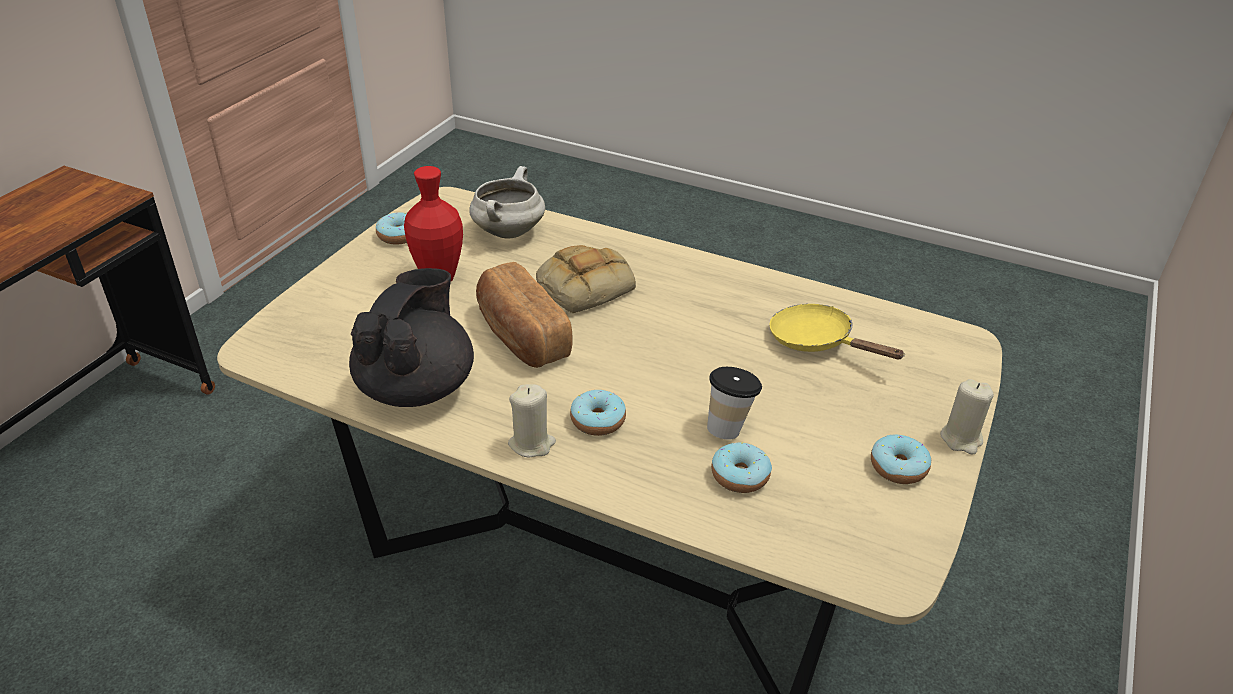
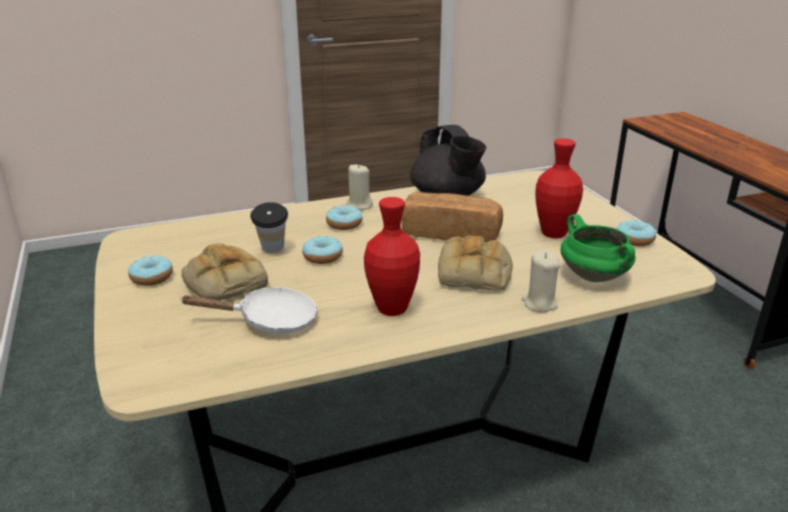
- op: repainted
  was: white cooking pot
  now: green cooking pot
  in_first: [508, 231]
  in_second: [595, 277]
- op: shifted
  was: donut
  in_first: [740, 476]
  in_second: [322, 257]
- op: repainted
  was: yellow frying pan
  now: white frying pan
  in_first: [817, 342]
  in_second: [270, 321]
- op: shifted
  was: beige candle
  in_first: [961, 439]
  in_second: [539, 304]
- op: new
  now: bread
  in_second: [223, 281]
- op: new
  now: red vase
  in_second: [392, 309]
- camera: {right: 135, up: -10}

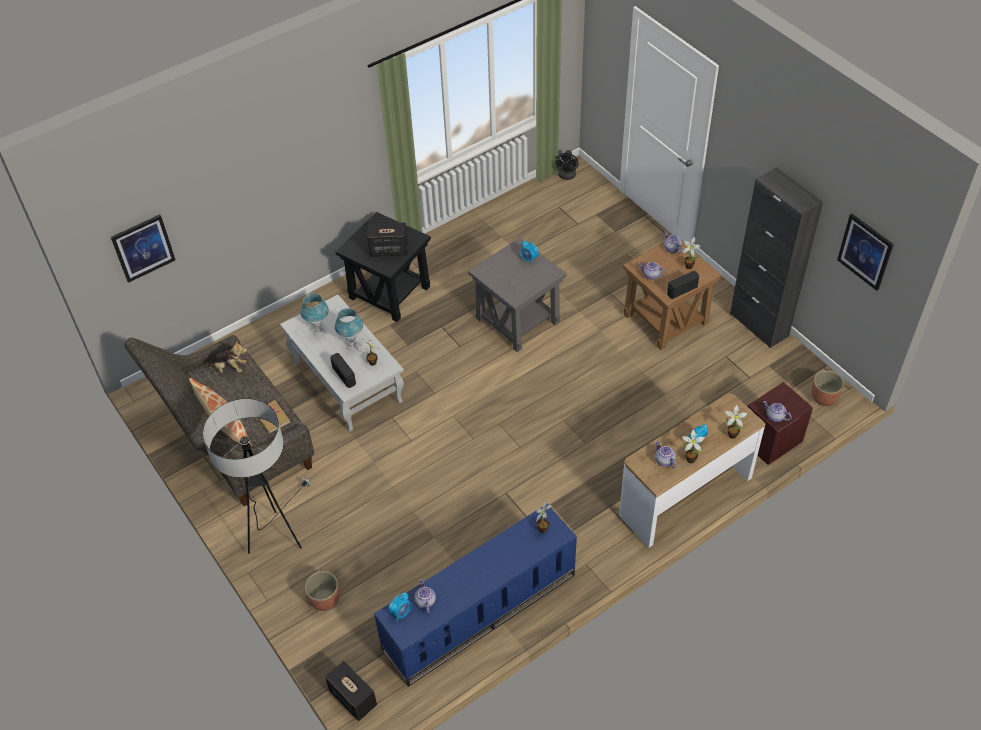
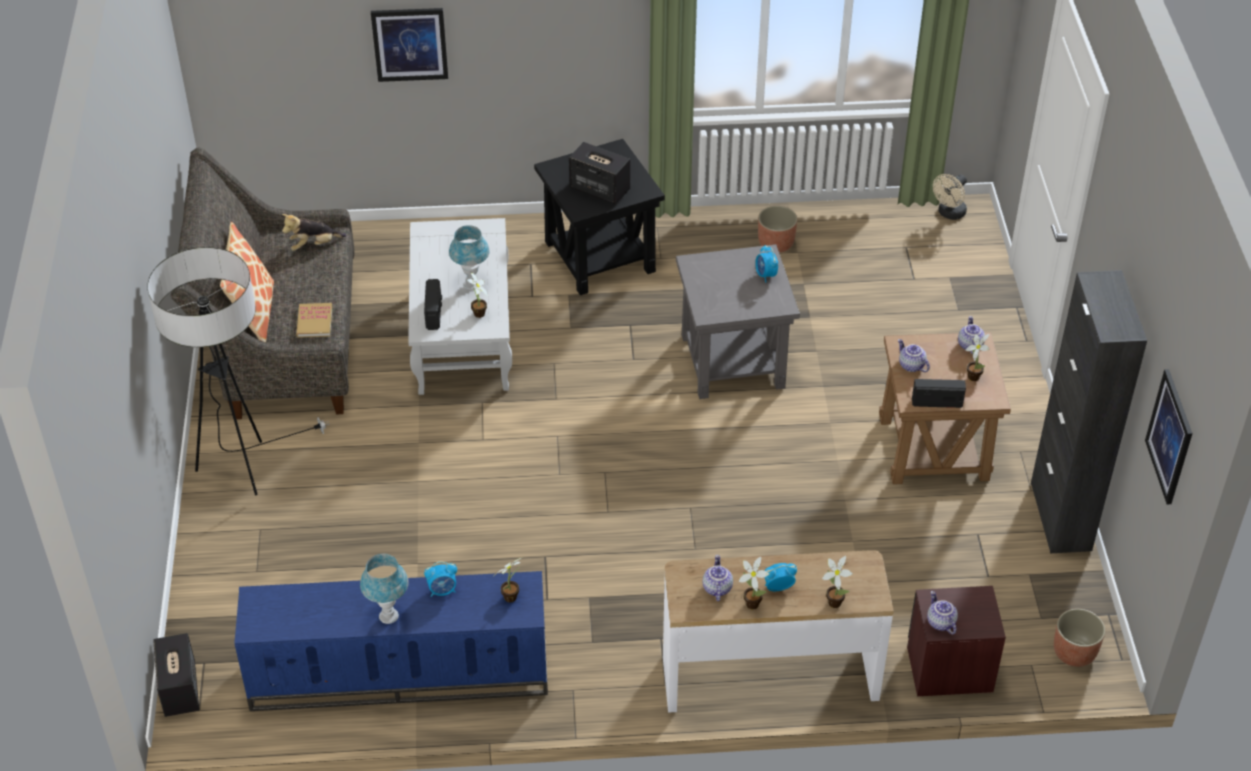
- op: shifted
  was: picture
  in_first: [143, 248]
  in_second: [410, 44]
- op: rotated
  was: plush toy
  in_first: [229, 368]
  in_second: [313, 245]
  clockwise: 120
- op: shifted
  was: blue table lamp
  in_first: [318, 331]
  in_second: [388, 616]
- op: shifted
  was: planter
  in_first: [324, 599]
  in_second: [775, 244]
- op: shifted
  was: alarm clock
  in_first: [401, 612]
  in_second: [442, 590]
- op: gone
  was: teapot
  in_first: [425, 601]
- op: repainted
  was: black fan
  now: beige fan
  in_first: [566, 176]
  in_second: [949, 214]
- camera: {right: 30, up: -5}

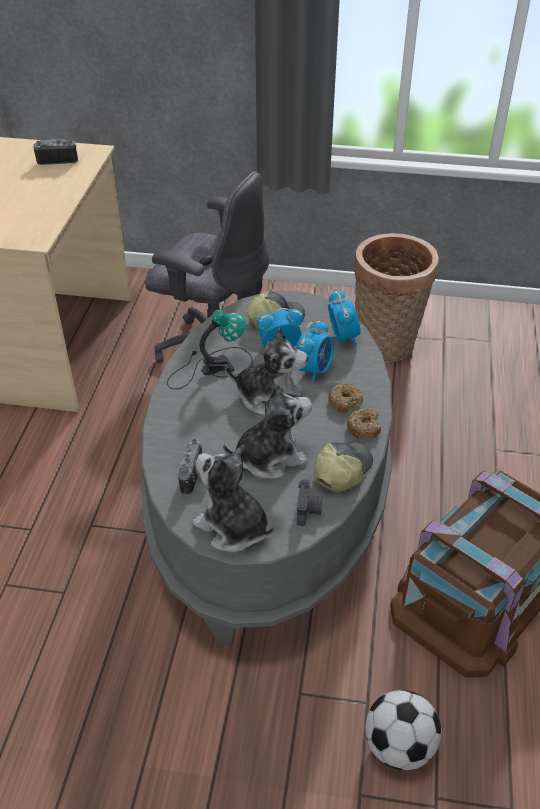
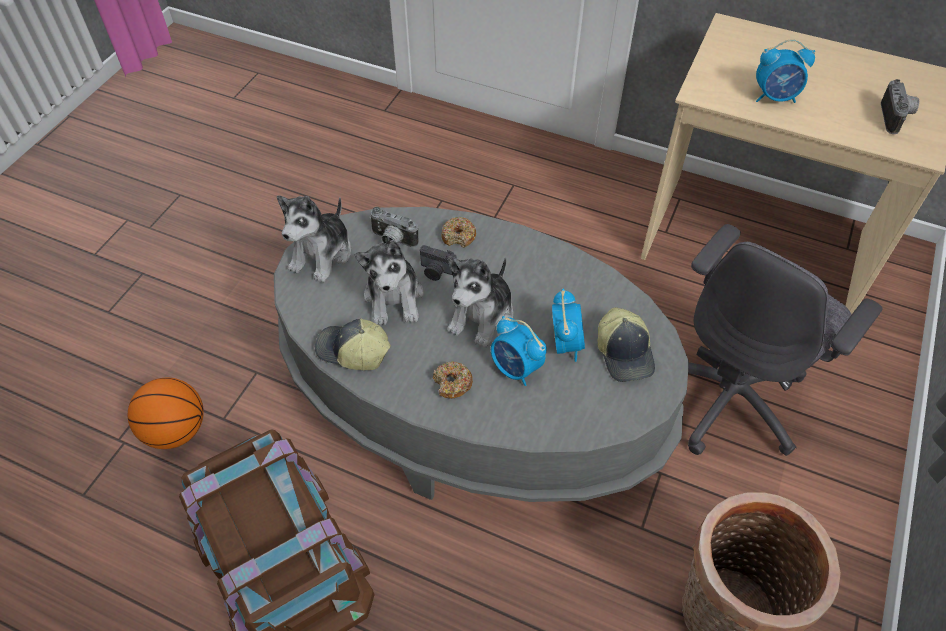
- op: gone
  was: table lamp
  in_first: [211, 367]
- op: rotated
  was: plush toy
  in_first: [232, 527]
  in_second: [322, 254]
  clockwise: 150
- op: shifted
  was: photo camera
  in_first: [308, 510]
  in_second: [436, 271]
- op: rotated
  was: cap
  in_first: [341, 470]
  in_second: [352, 351]
  clockwise: 150
- op: shifted
  was: alarm clock
  in_first: [342, 337]
  in_second: [775, 97]
- op: shifted
  was: donut
  in_first: [363, 428]
  in_second: [459, 236]
- op: swapped
  was: football
  now: basketball
  in_first: [399, 746]
  in_second: [176, 430]
- camera: {right: 105, up: 10}

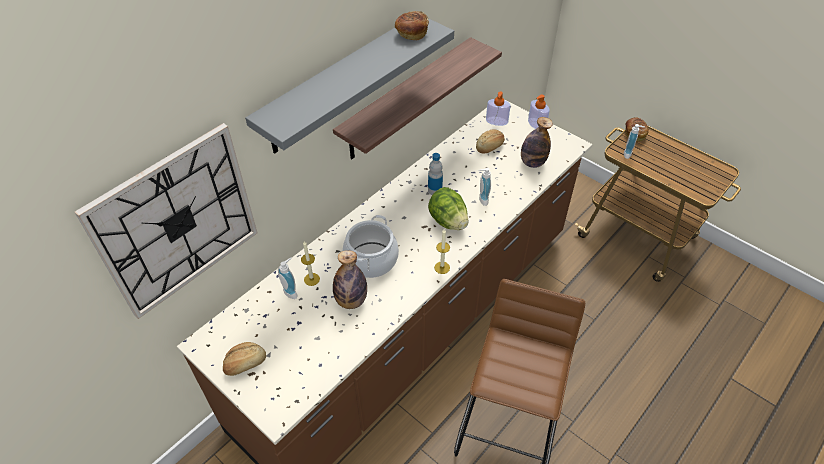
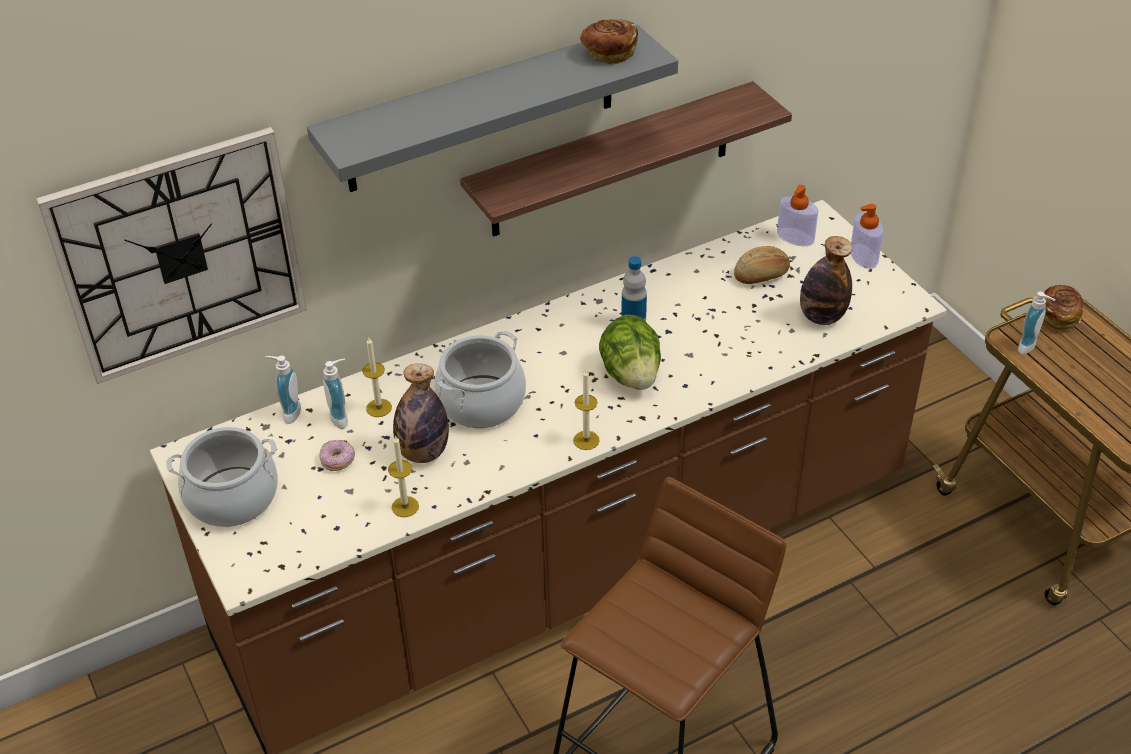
- op: swapped
  was: bread
  now: cooking pot
  in_first: [245, 363]
  in_second: [232, 497]
- op: shifted
  was: soap dispenser
  in_first: [481, 200]
  in_second: [288, 413]
- op: new
  now: donut
  in_second: [338, 461]
- op: new
  now: candle
  in_second: [405, 506]
- camera: {right: 20, up: -5}

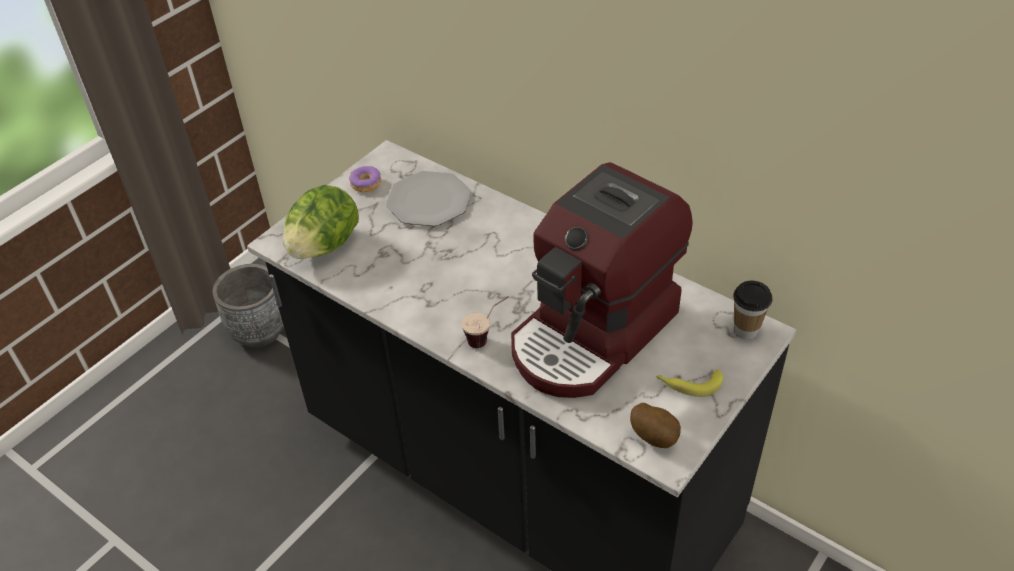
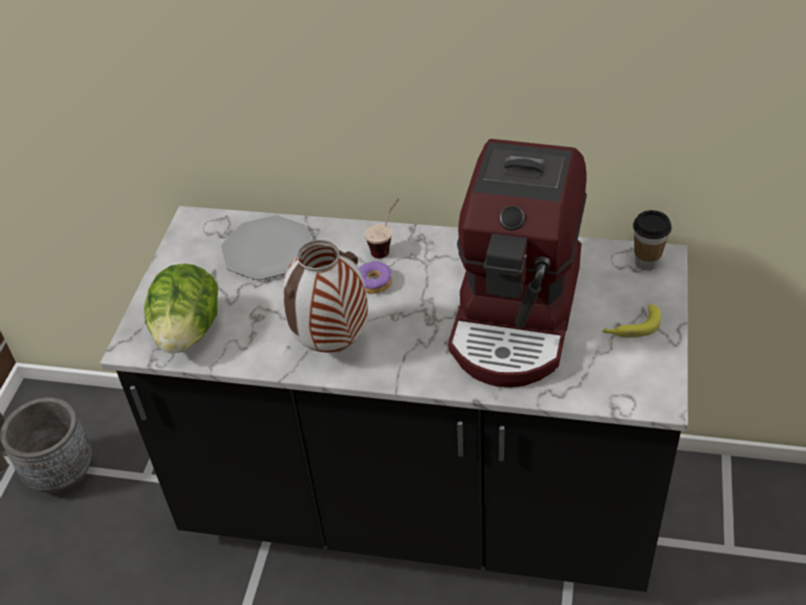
- op: shifted
  was: donut
  in_first: [366, 184]
  in_second: [374, 283]
- op: shifted
  was: cup
  in_first: [487, 337]
  in_second: [386, 246]
- op: gone
  was: potato
  in_first: [655, 437]
- op: new
  now: vase
  in_second: [332, 345]
- camera: {right: -25, up: 0}

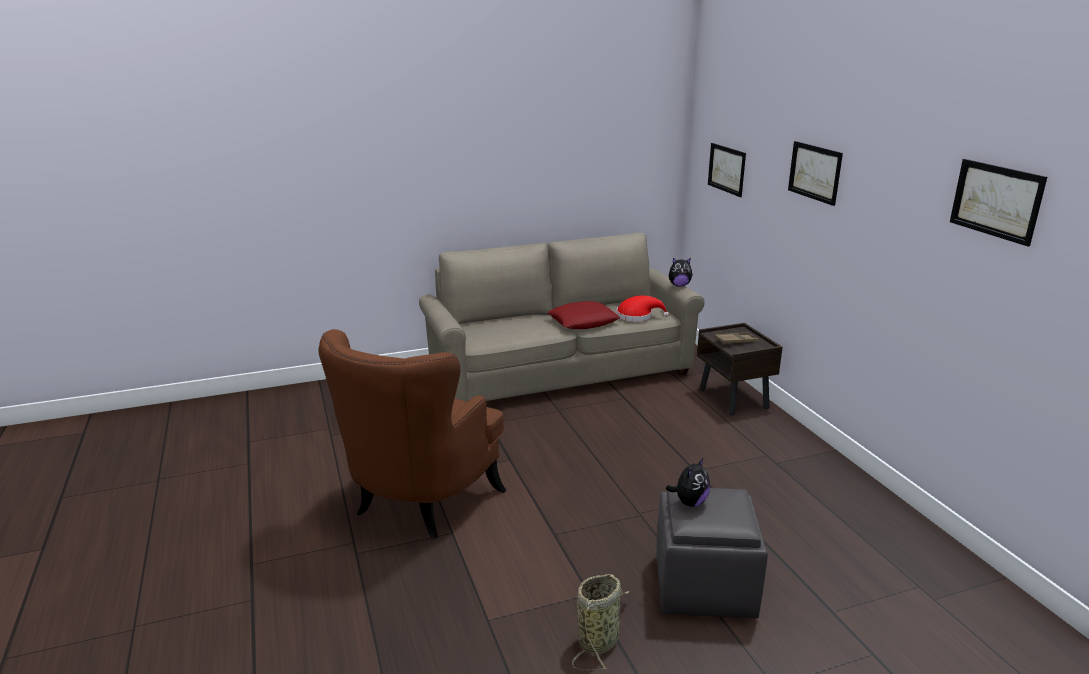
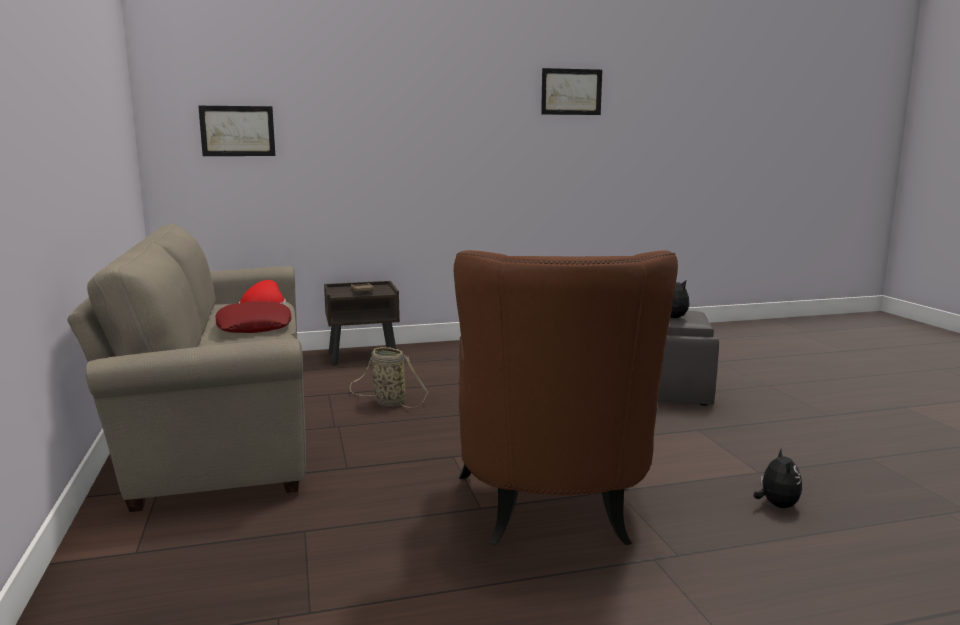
- op: rotated
  was: brown armchair
  in_first: [418, 504]
  in_second: [554, 513]
  clockwise: 60
- op: shifted
  was: basket
  in_first: [599, 639]
  in_second: [388, 402]
- op: shifted
  was: plush toy
  in_first: [679, 285]
  in_second: [776, 505]
- op: gone
  was: picture
  in_first: [814, 172]
- camera: {right: -85, up: -10}

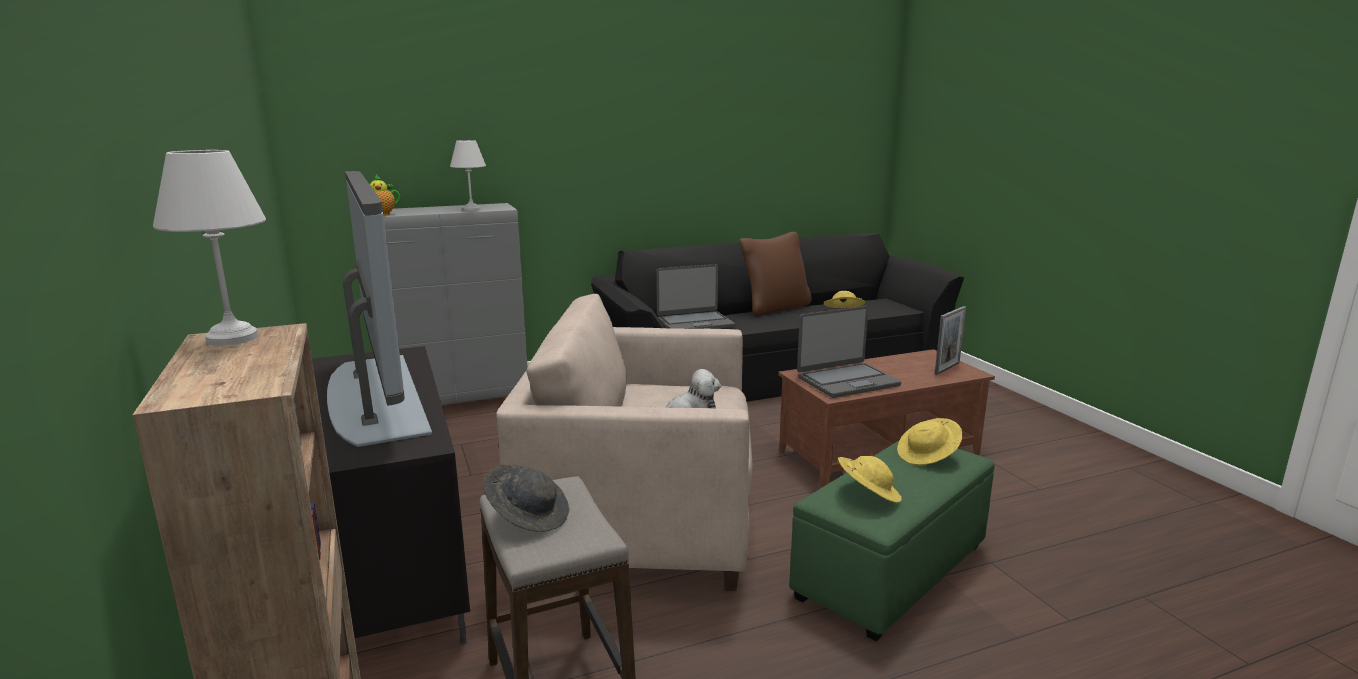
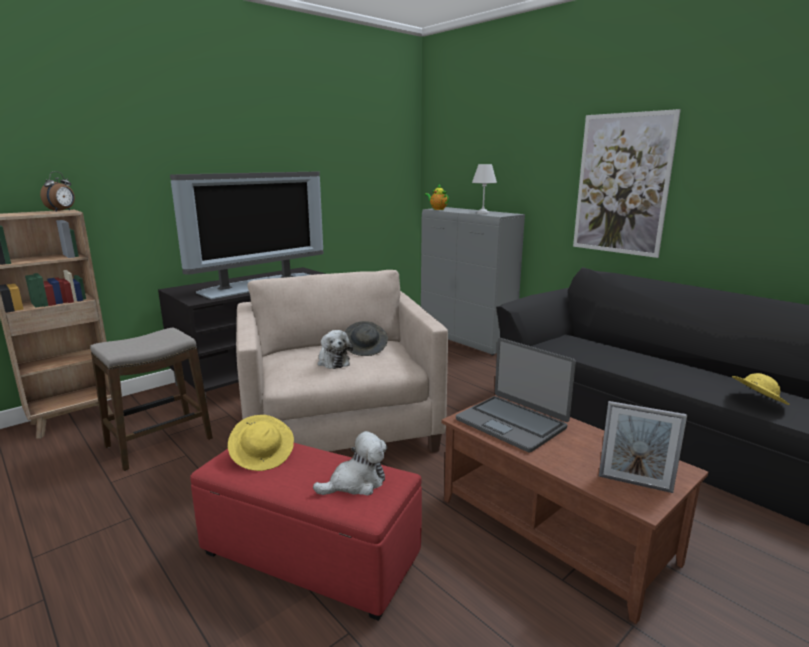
- op: swapped
  was: white table lamp
  now: alarm clock
  in_first: [229, 338]
  in_second: [62, 211]
- op: shifted
  was: grey hat
  in_first: [528, 516]
  in_second: [365, 349]
- op: gone
  was: laptop
  in_first: [695, 323]
- op: gone
  was: brown pillow
  in_first: [775, 308]
- op: repainted
  was: green ottoman
  now: red ottoman
  in_first: [890, 572]
  in_second: [309, 555]
- op: swapped
  was: yellow hat
  now: plush toy
  in_first: [928, 456]
  in_second: [356, 483]
- op: new
  now: picture
  in_second: [622, 184]
- camera: {right: 70, up: 0}

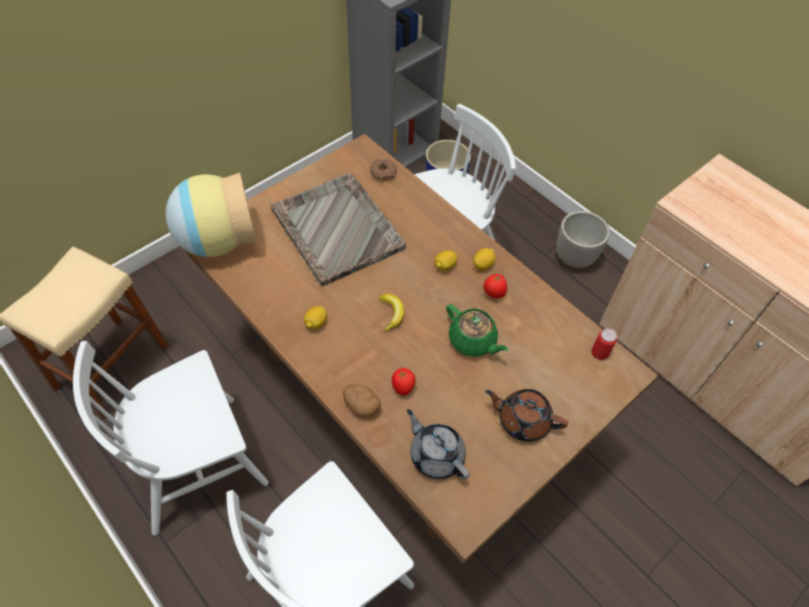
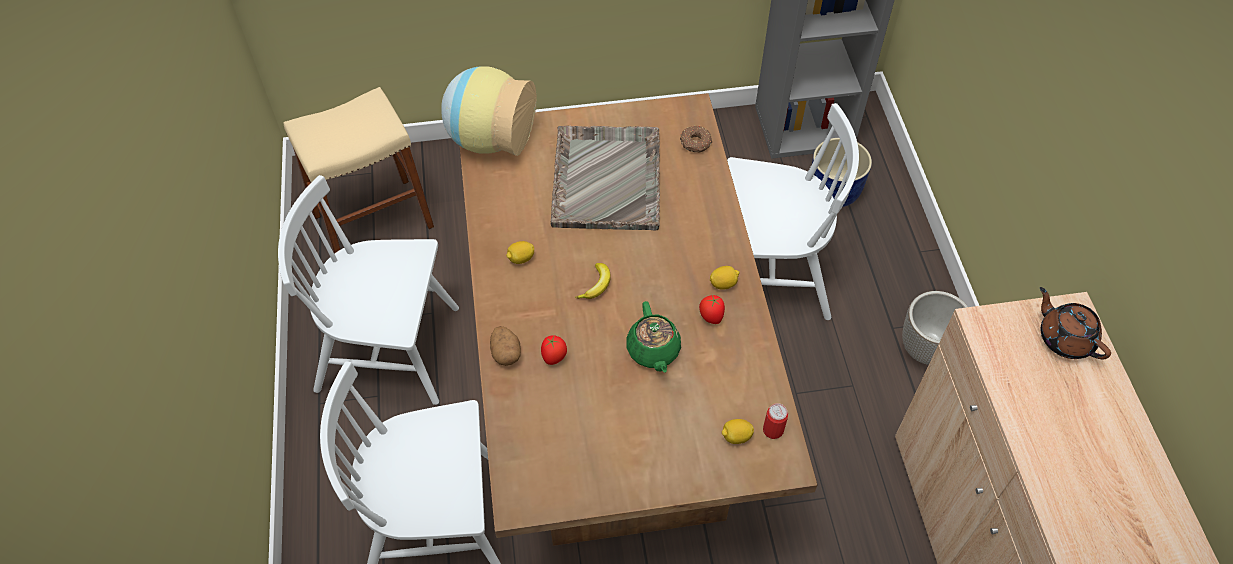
- op: gone
  was: grey teapot
  in_first: [436, 455]
- op: shifted
  was: lemon
  in_first: [444, 266]
  in_second: [736, 436]
- op: shifted
  was: brown teapot
  in_first: [522, 420]
  in_second: [1064, 338]
- camera: {right: 35, up: 0}

